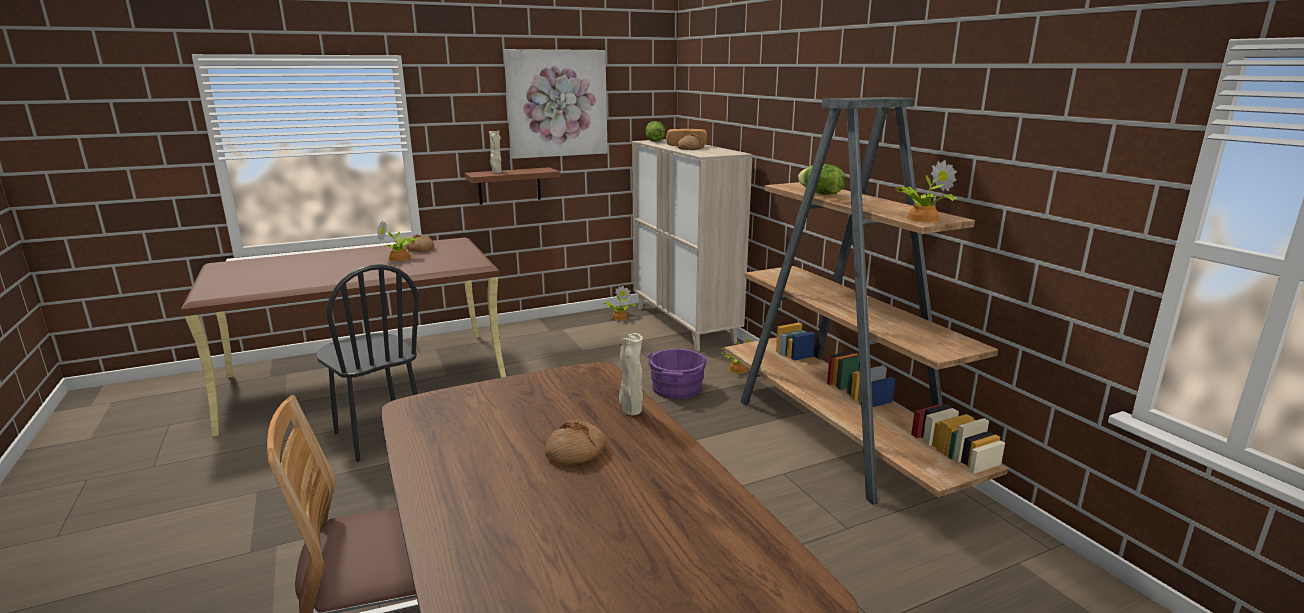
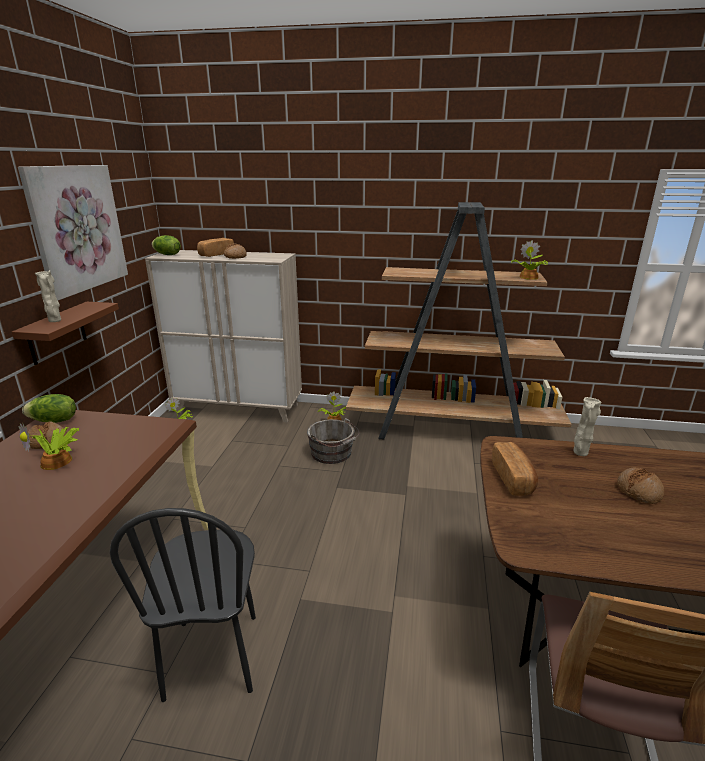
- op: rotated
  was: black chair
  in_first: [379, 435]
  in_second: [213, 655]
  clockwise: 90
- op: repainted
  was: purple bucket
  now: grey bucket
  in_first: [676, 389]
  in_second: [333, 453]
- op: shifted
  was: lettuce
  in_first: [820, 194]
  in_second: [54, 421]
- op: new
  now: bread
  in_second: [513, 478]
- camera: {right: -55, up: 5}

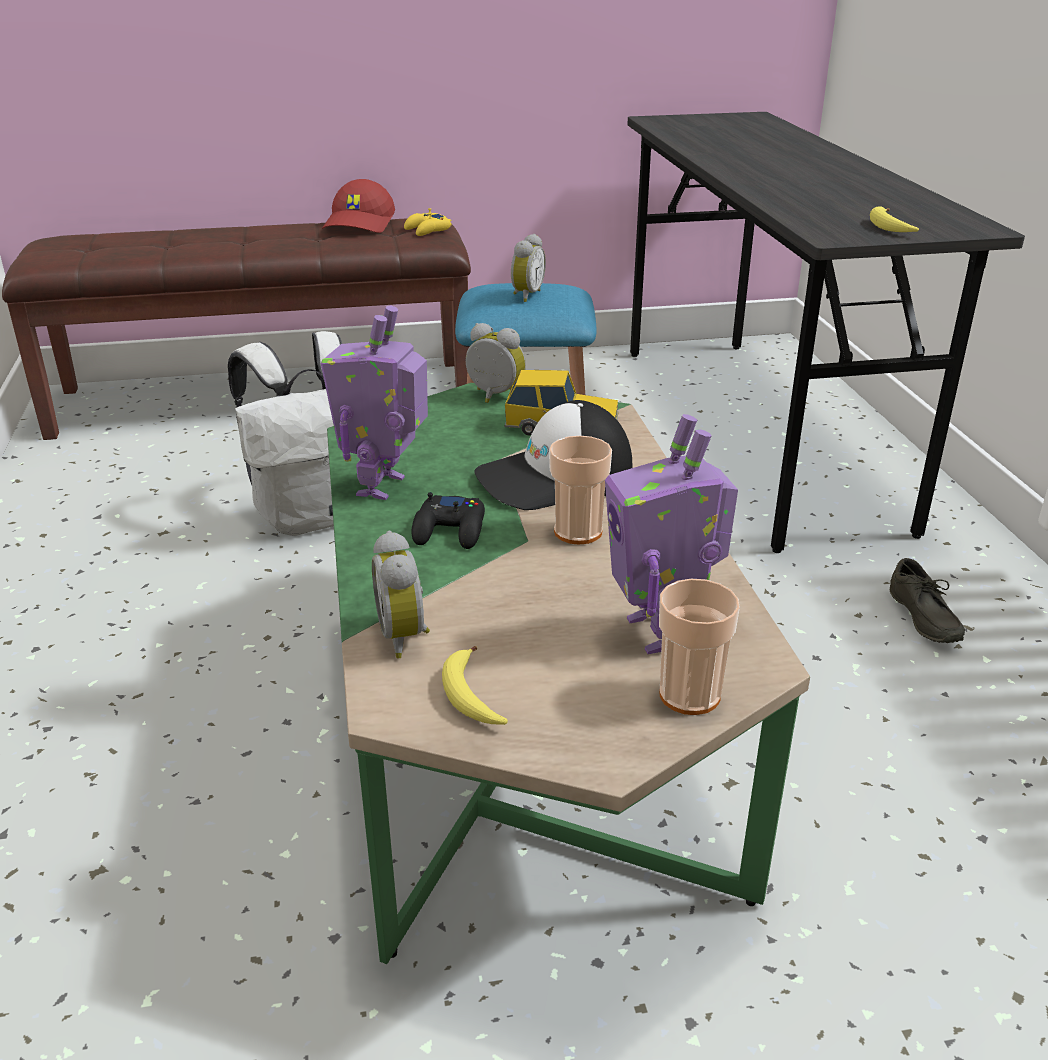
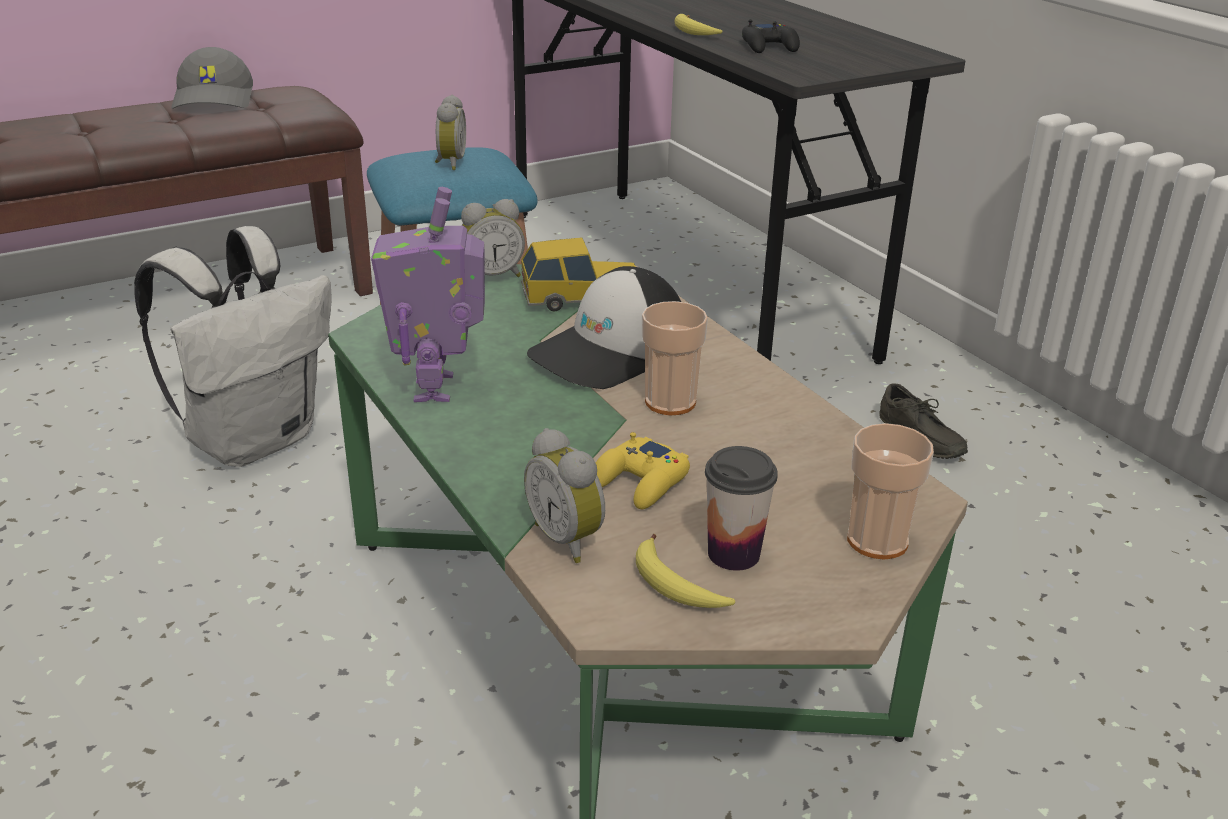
- op: repainted
  was: red cap
  now: grey cap
  in_first: [360, 224]
  in_second: [215, 99]
- op: shifted
  was: yellow game controller
  in_first: [427, 230]
  in_second: [640, 482]
- op: shifted
  was: black game controller
  in_first: [450, 531]
  in_second: [769, 46]
- op: rotated
  was: alarm clock
  in_first: [494, 397]
  in_second: [491, 276]
  clockwise: 150
- op: gone
  was: toy robot
  in_first: [659, 632]
- op: shifted
  was: banana
  in_first: [889, 227]
  in_second: [694, 32]
- op: new
  now: cup
  in_second: [733, 554]
- camera: {right: -20, up: 0}

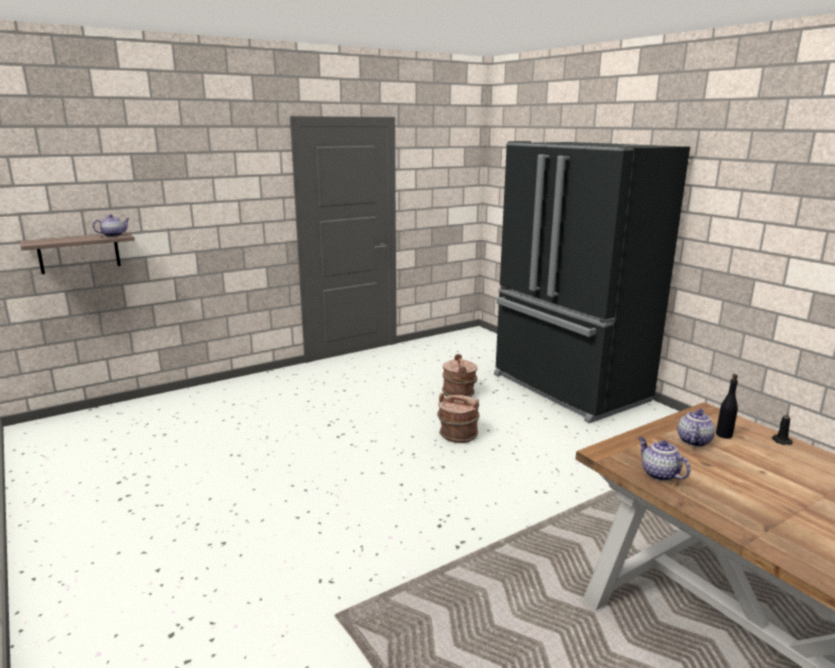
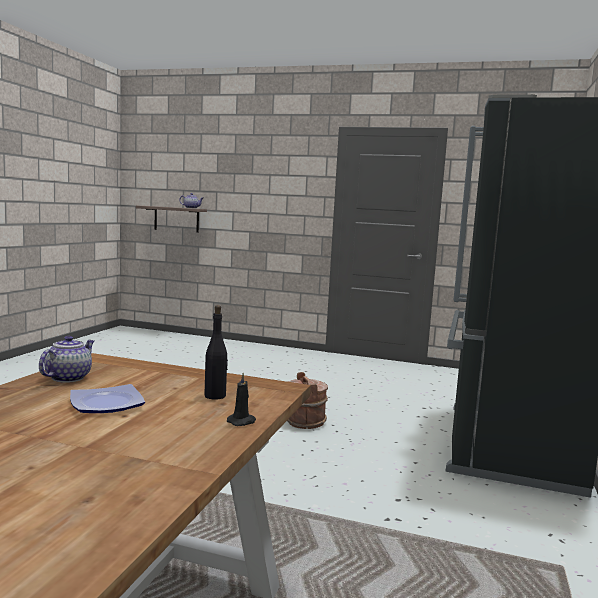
- op: gone
  was: brown bucket
  in_first: [459, 394]
- op: gone
  was: teapot
  in_first: [693, 440]
- op: new
  now: plate
  in_second: [108, 403]
- camera: {right: 50, up: -10}

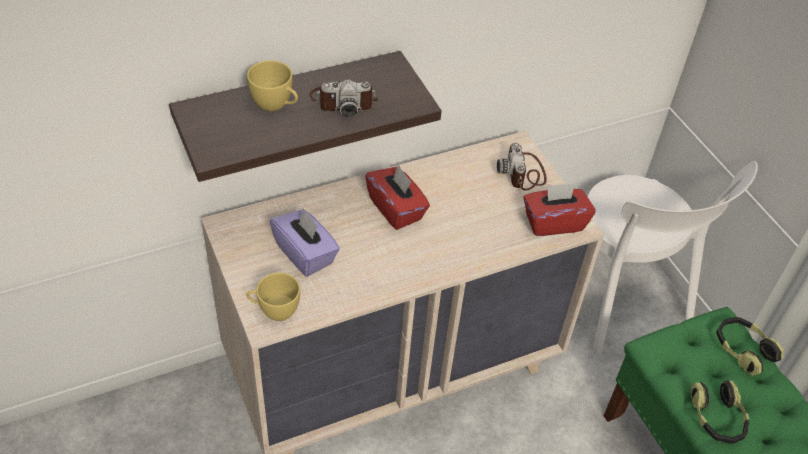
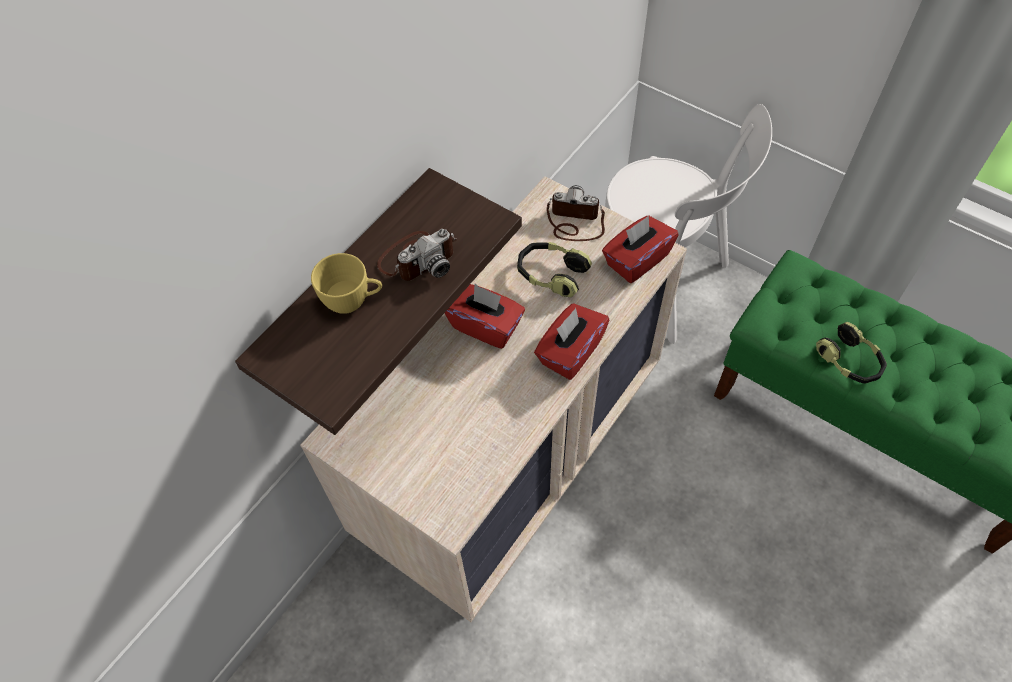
- op: gone
  was: yellow cup
  in_first: [274, 311]
- op: gone
  was: purple tissue box
  in_first: [305, 254]
- op: rotated
  was: photo camera
  in_first: [523, 173]
  in_second: [575, 222]
  clockwise: 135
- op: shifted
  was: headphones
  in_first: [742, 350]
  in_second: [551, 275]
- op: new
  now: red tissue box
  in_second: [570, 352]
- camera: {right: -25, up: 10}

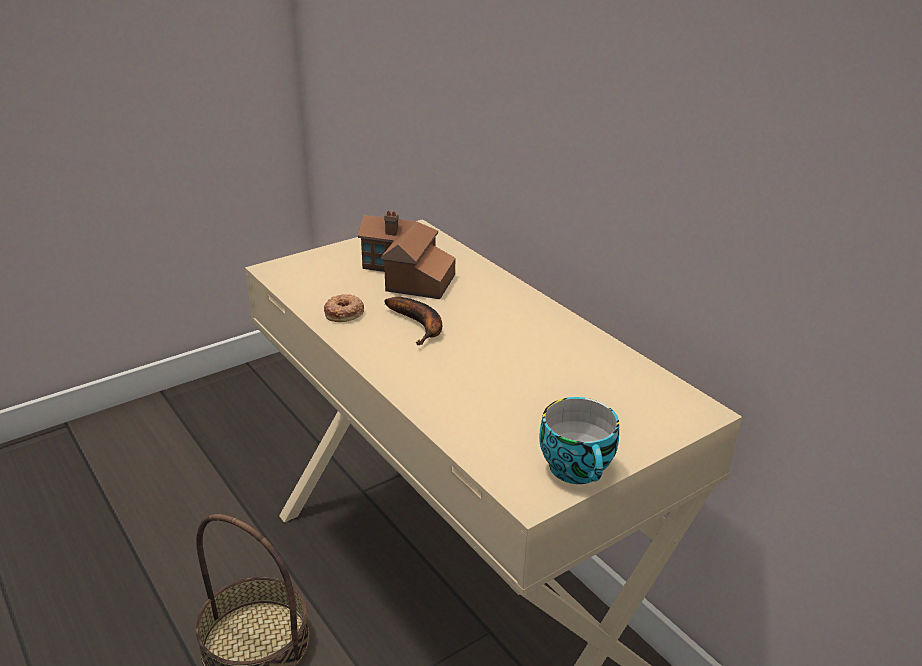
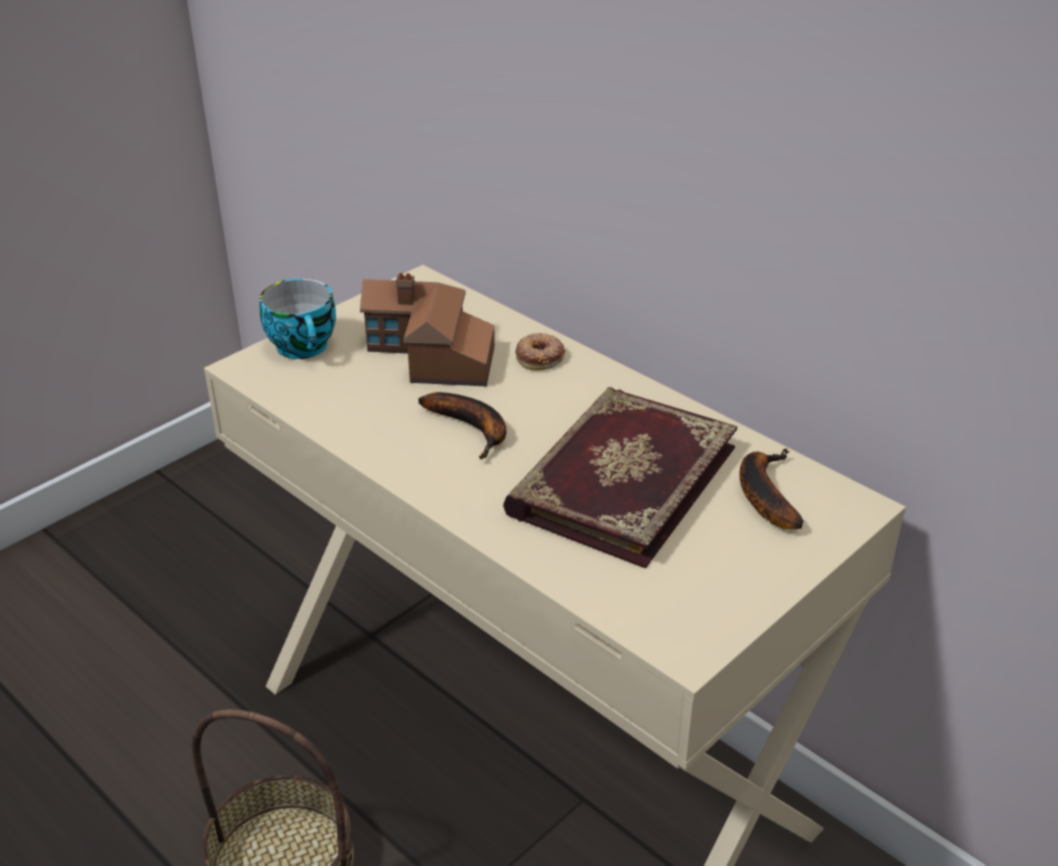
- op: shifted
  was: donut
  in_first: [344, 312]
  in_second: [540, 356]
- op: shifted
  was: cup
  in_first: [579, 469]
  in_second: [305, 347]
- op: new
  now: book
  in_second: [619, 479]
- op: new
  now: banana
  in_second: [763, 493]
- camera: {right: -10, up: 5}

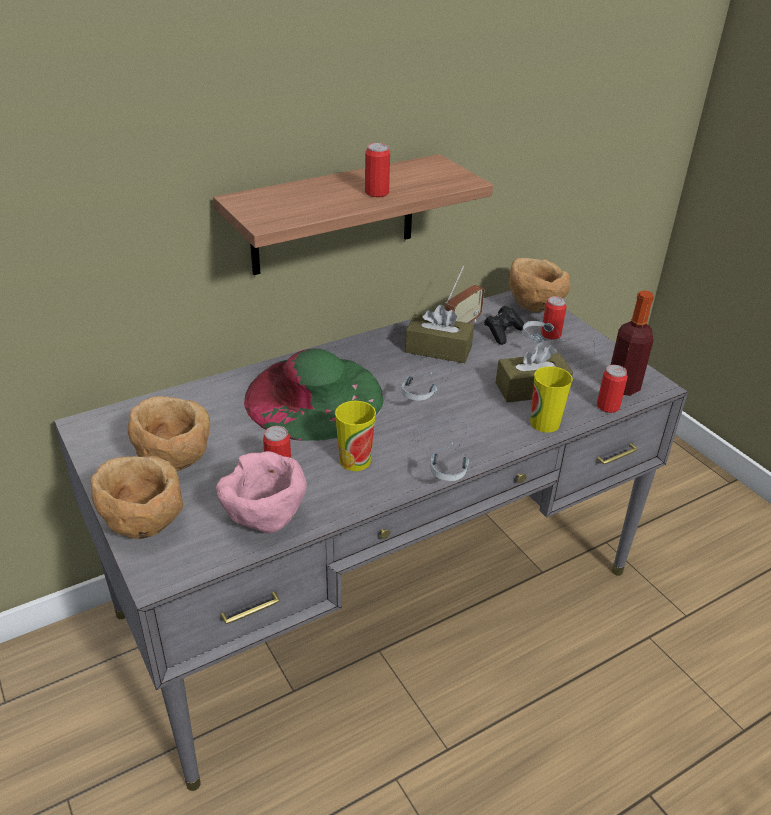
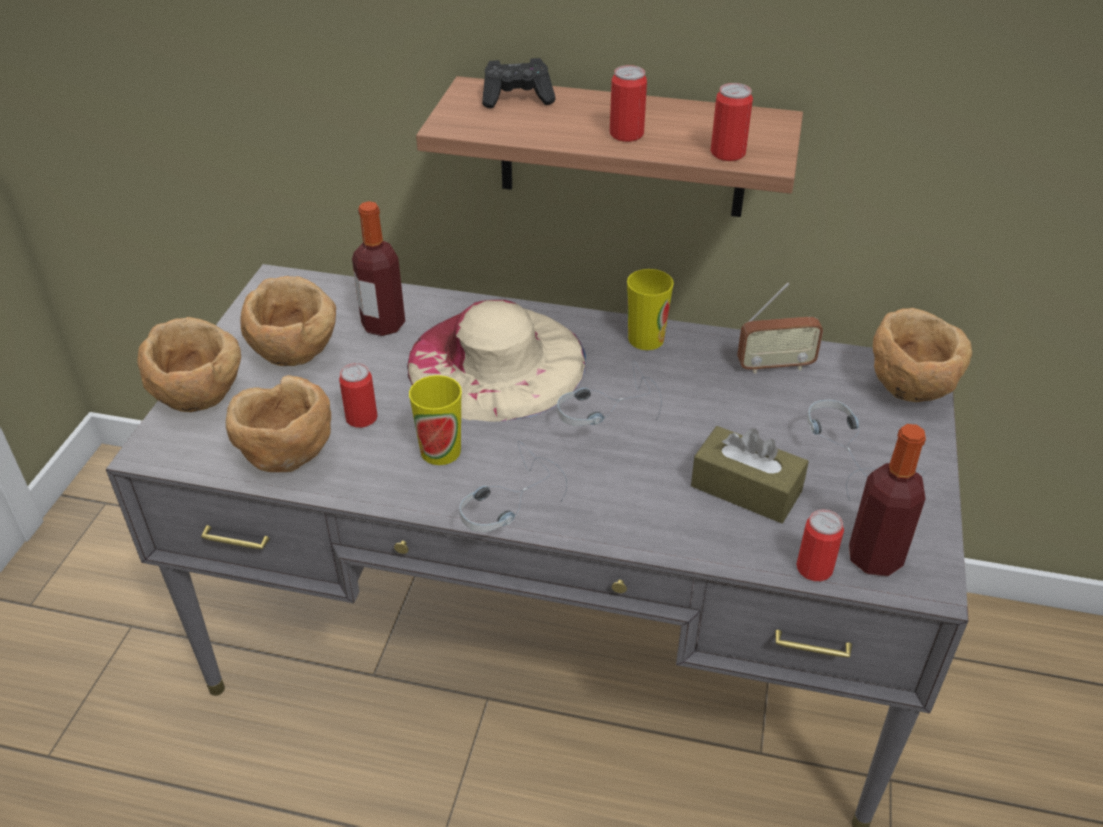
- op: repainted
  was: pink bowl
  now: brown bowl
  in_first: [264, 521]
  in_second: [286, 458]
- op: repainted
  was: green hat
  now: beige hat
  in_first: [314, 397]
  in_second: [496, 362]
- op: gone
  was: brown tissue box
  in_first: [438, 349]
- op: shifted
  was: black game controller
  in_first: [502, 333]
  in_second: [517, 98]
- op: shifted
  was: cup
  in_first: [544, 423]
  in_second: [646, 339]
- op: shifted
  was: can
  in_first: [551, 334]
  in_second: [728, 153]
- op: new
  now: bottle
  in_second: [383, 325]
- camera: {right: 45, up: 5}

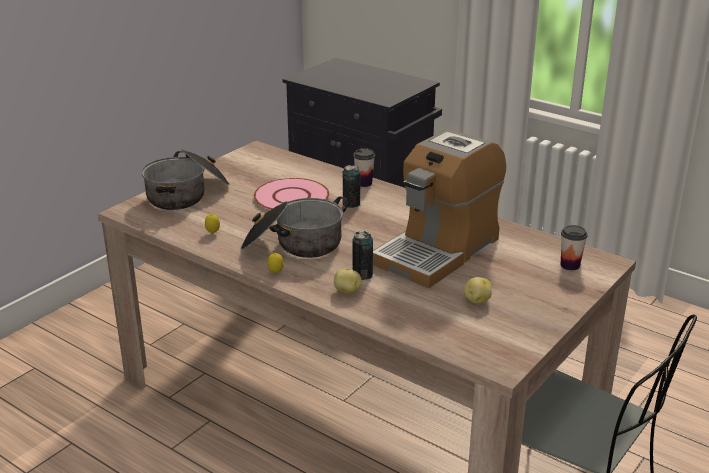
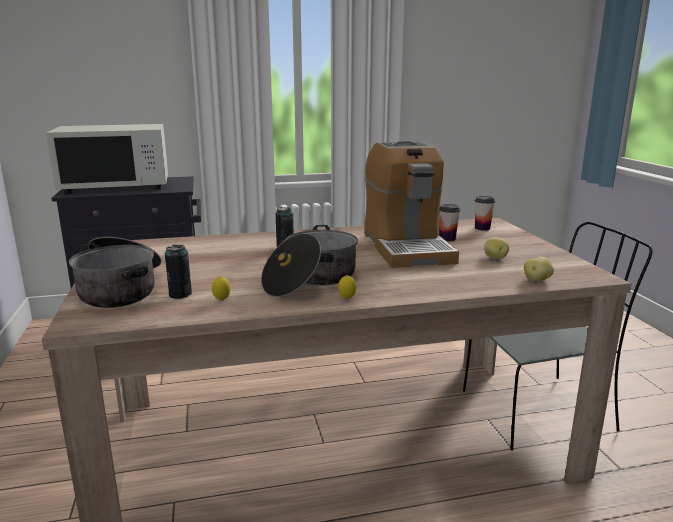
- op: gone
  was: pink plate
  in_first: [291, 197]
- op: shifted
  was: potato
  in_first: [347, 291]
  in_second: [537, 280]
- op: shifted
  was: can
  in_first: [362, 275]
  in_second: [180, 294]
- op: shifted
  was: cup
  in_first: [364, 183]
  in_second: [447, 238]
- op: new
  now: white microwave
  in_second: [116, 186]
- camera: {right: -50, up: -10}

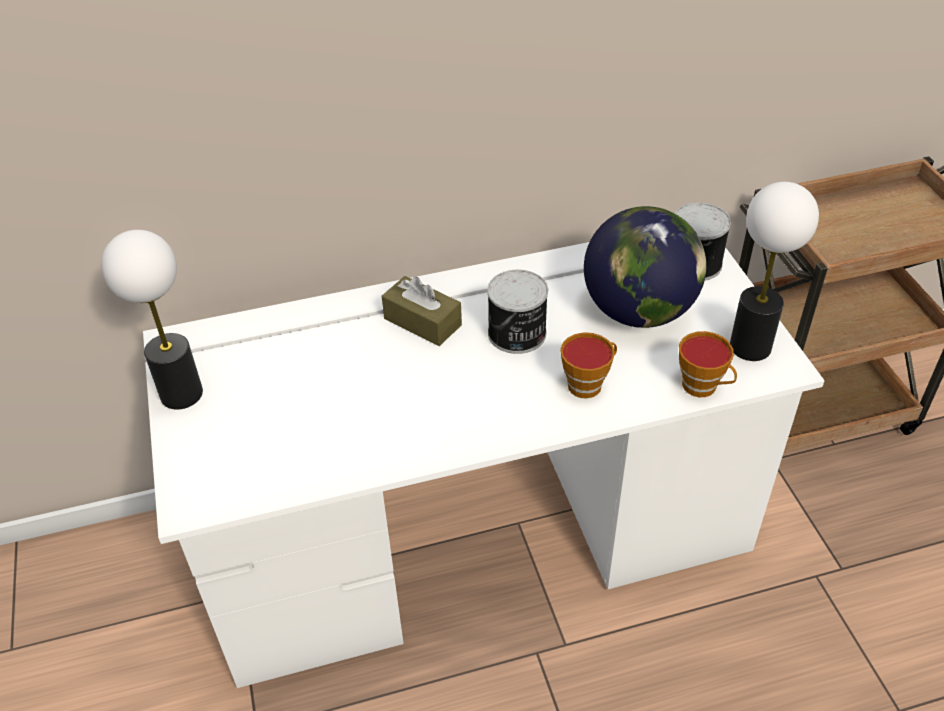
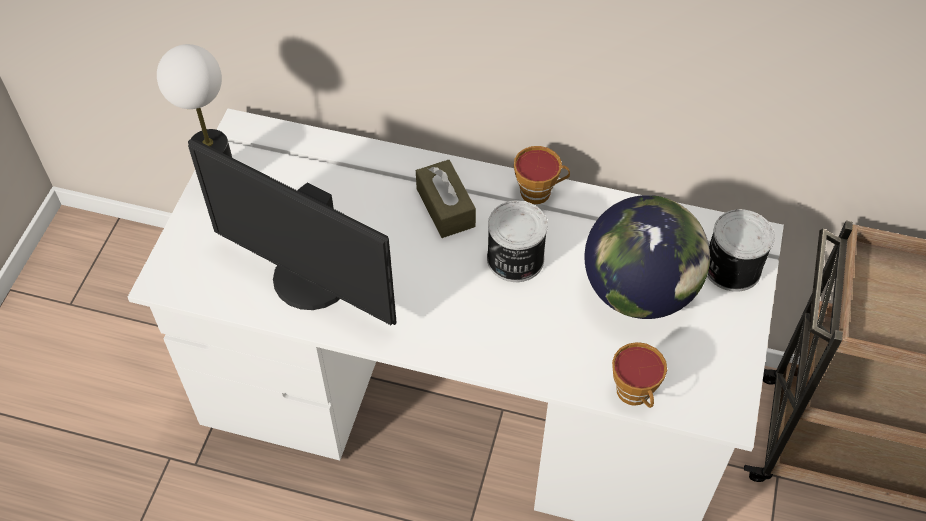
- op: shifted
  was: cup
  in_first: [588, 383]
  in_second: [539, 192]
- op: gone
  was: table lamp
  in_first: [750, 346]
- op: new
  now: monitor
  in_second: [310, 280]
- camera: {right: 30, up: 10}

